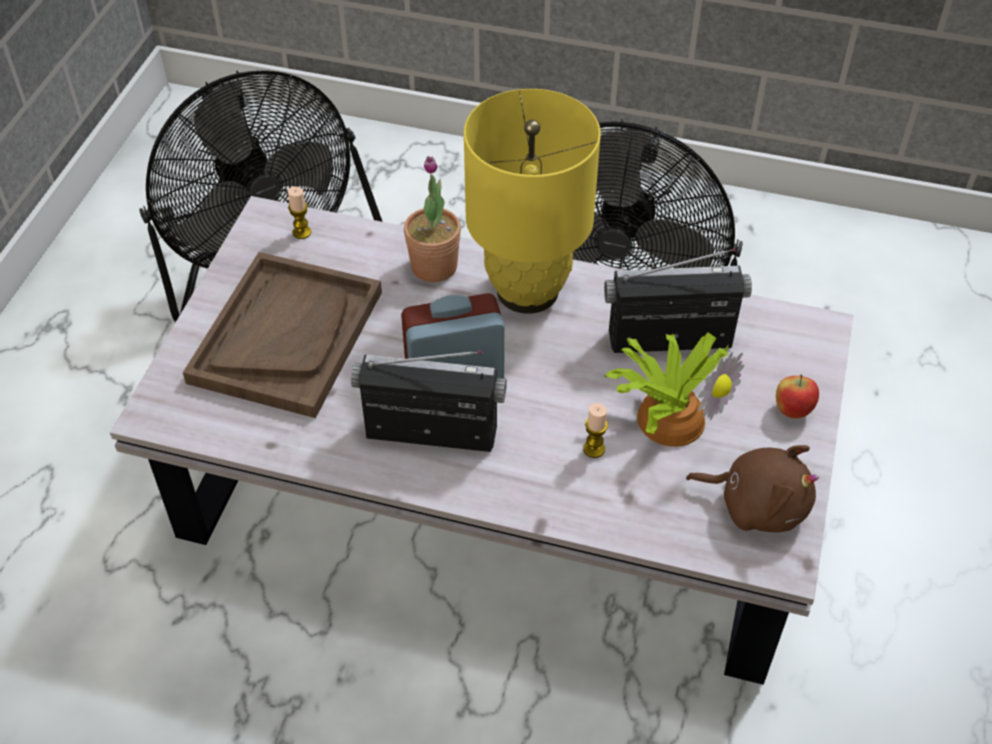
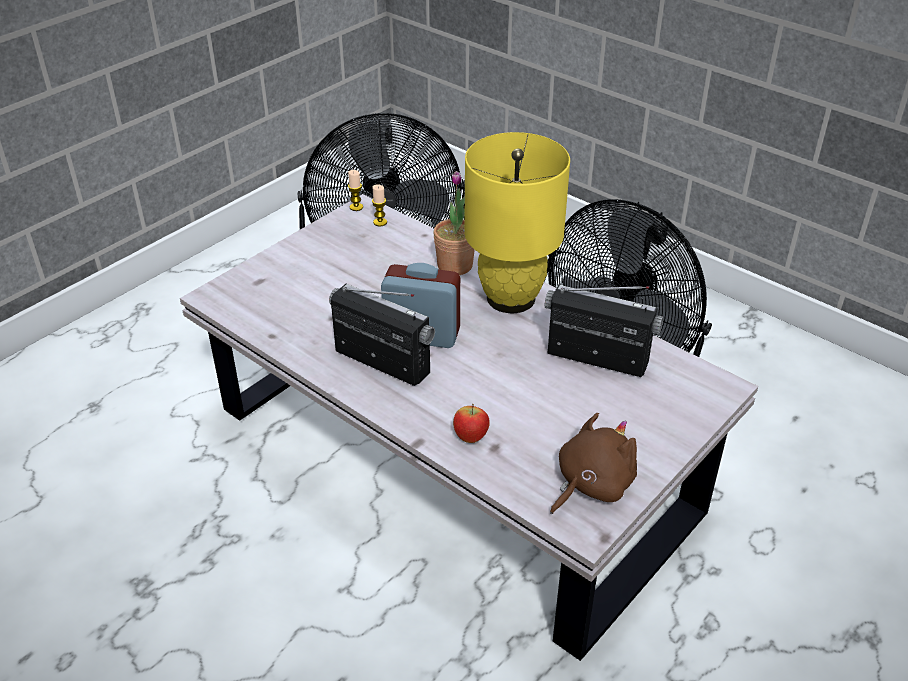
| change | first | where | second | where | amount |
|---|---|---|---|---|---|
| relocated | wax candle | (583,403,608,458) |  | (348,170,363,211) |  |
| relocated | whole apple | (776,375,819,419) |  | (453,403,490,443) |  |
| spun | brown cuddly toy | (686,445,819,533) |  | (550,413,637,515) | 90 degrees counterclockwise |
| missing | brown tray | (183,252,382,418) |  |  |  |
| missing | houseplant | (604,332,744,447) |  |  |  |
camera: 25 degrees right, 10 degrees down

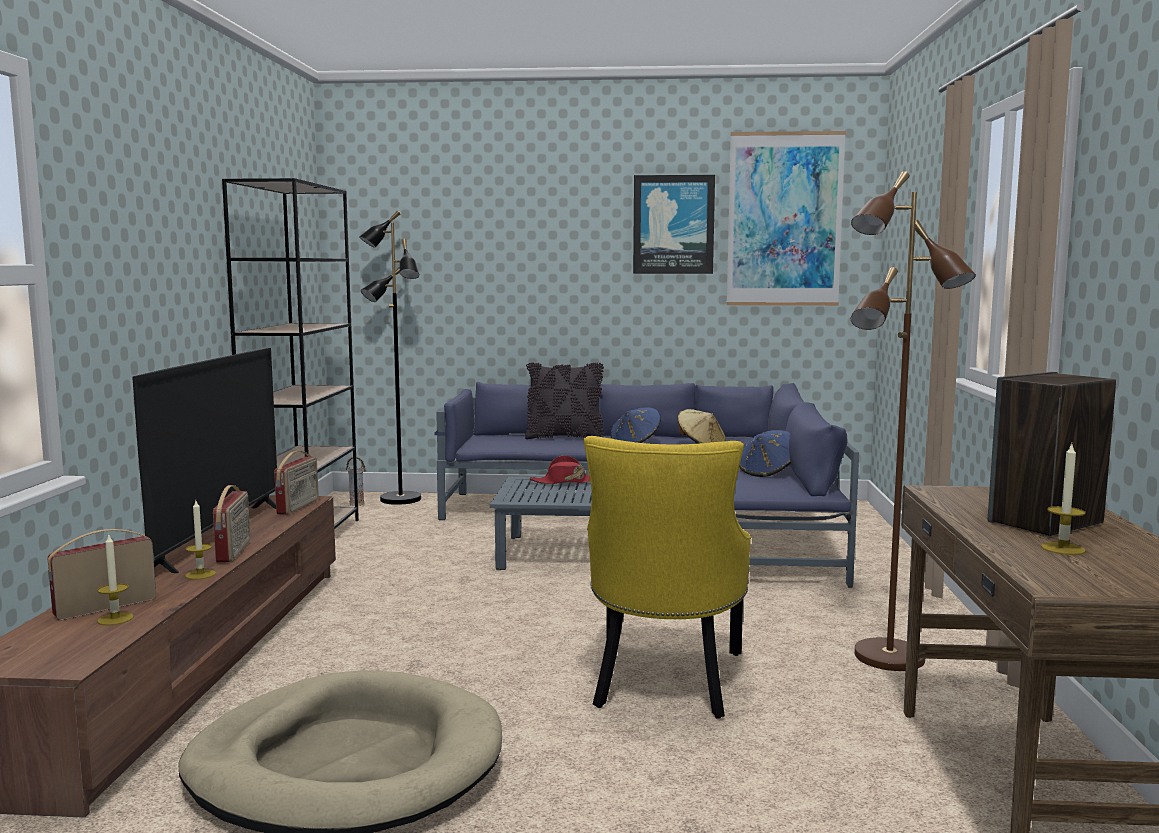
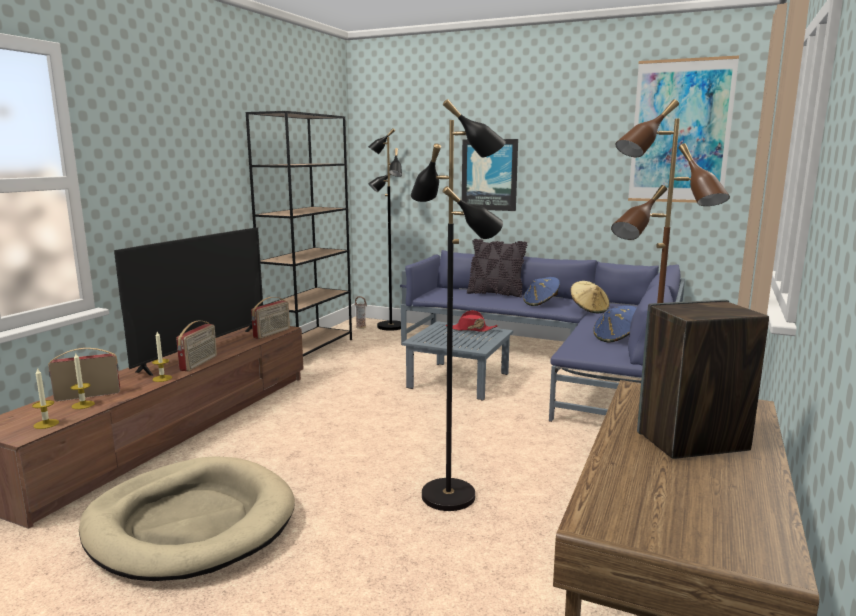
| change | first | where | second | where | amount |
|---|---|---|---|---|---|
| relocated | wax candle | (1041,444,1086,555) |  | (32,367,59,429) |  |
| exchanged | yellow armchair | (584,436,751,719) | black standing lamp | (411,99,506,511) |  |
| relocated | wall art | (633,175,715,274) |  | (462,139,518,211) |  |
camera: 20 degrees right, 5 degrees up

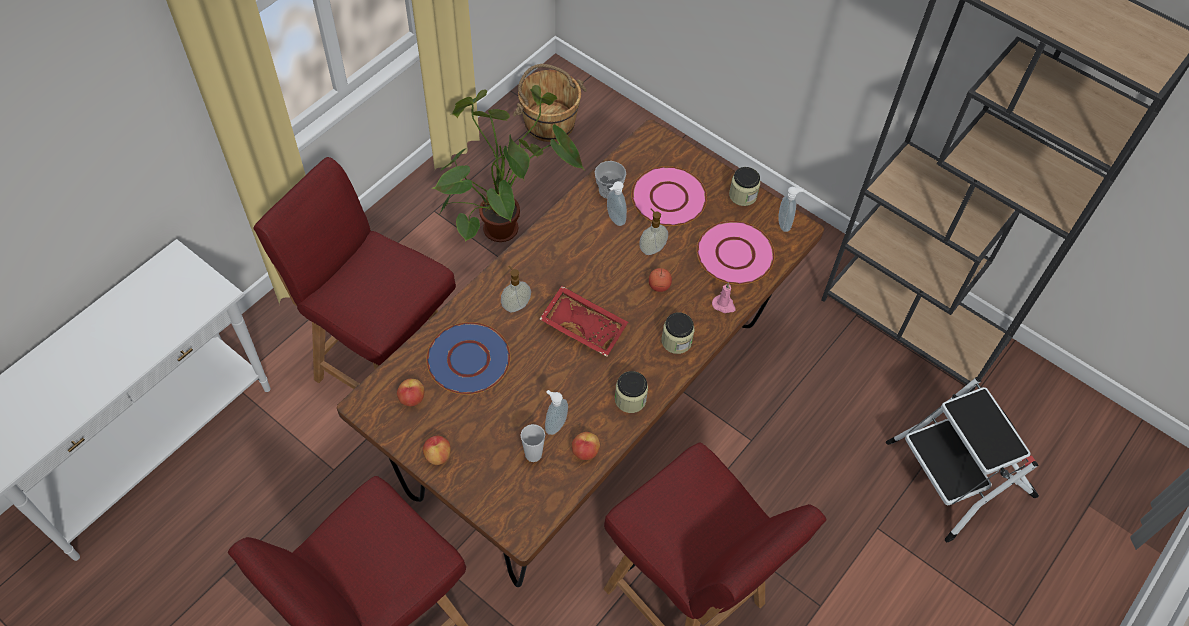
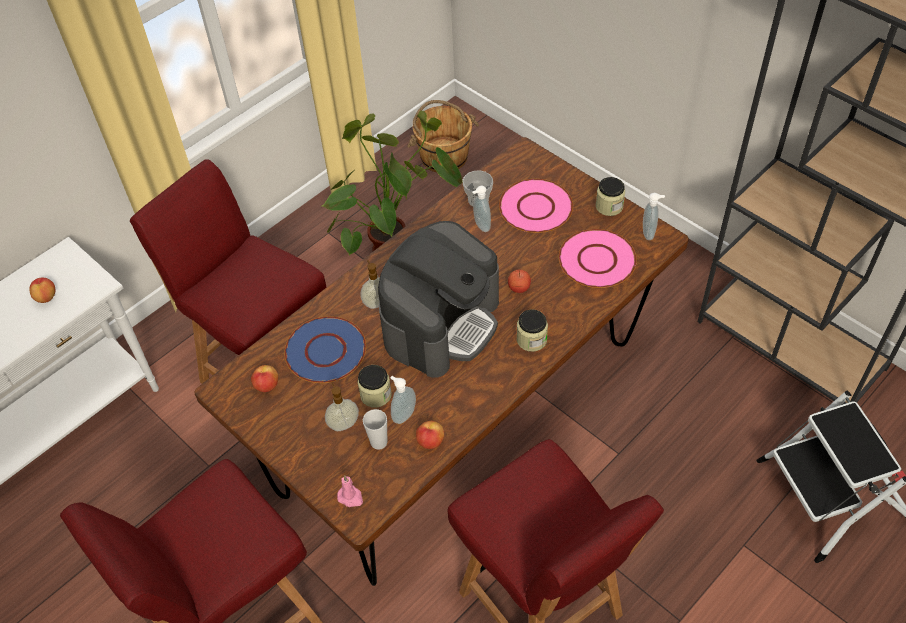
| change | first | where | second | where | amount |
|---|---|---|---|---|---|
| relocated | whole apple | (423,436,451,465) |  | (29,278,55,303) |  |
| relocated | soap dispenser | (639,208,668,255) |  | (325,382,359,431) |  |
| relocated | pinkish wax candle | (712,283,736,313) |  | (337,475,363,507) |  |
| relocated | preserve jar | (615,371,648,413) |  | (357,365,392,408) |  |
| exchanged | red tray | (540,286,628,357) | coffee maker | (378,221,499,378) |  |
camera: 10 degrees right, 5 degrees down

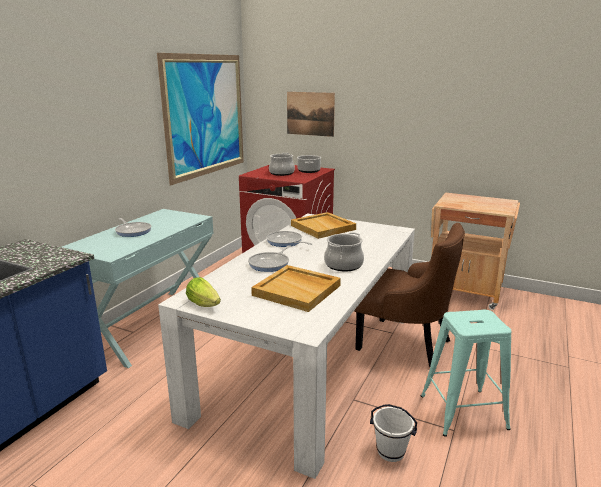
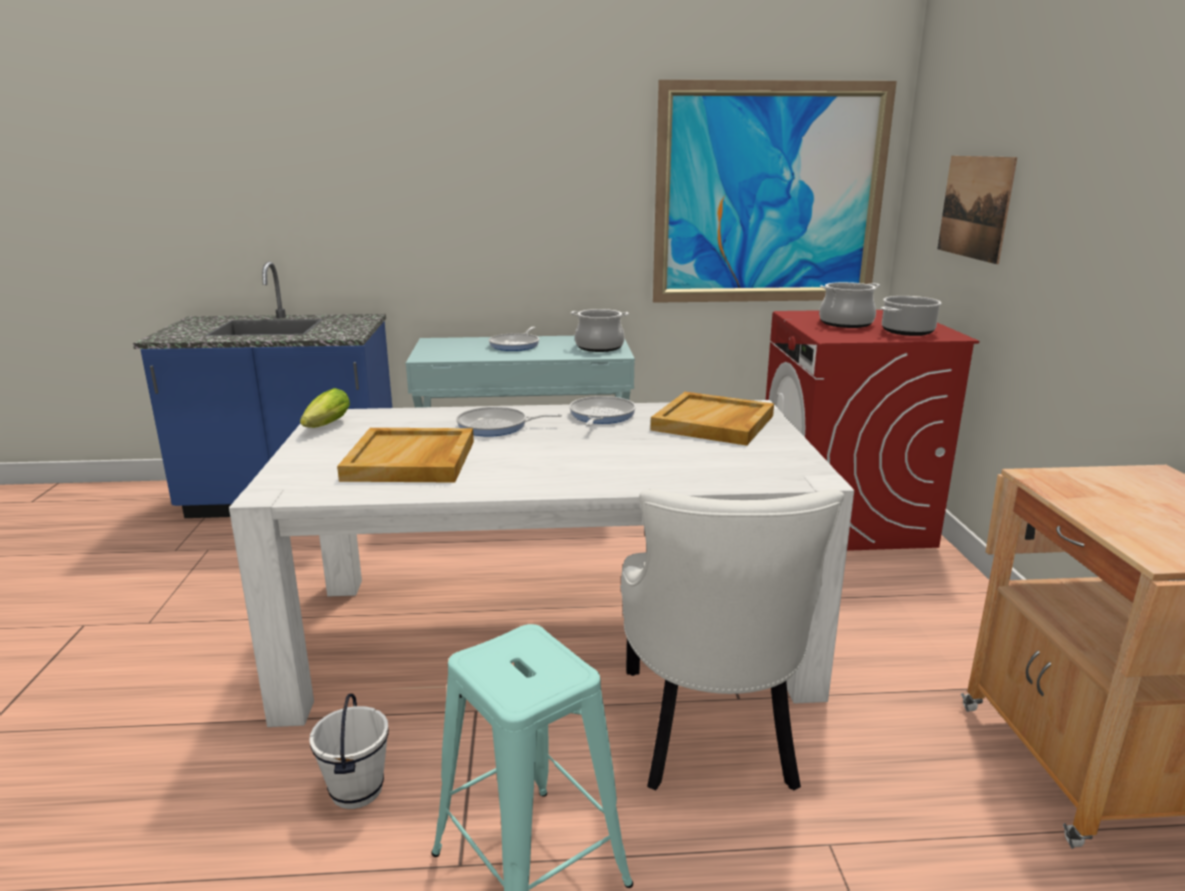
| change | first | where | second | where | amount |
|---|---|---|---|---|---|
| relocated | cooking pot | (324,232,364,271) |  | (571,309,629,352) |  |
| colour | brown chair | (354,223,465,367) | whitish chair | (620,489,844,791) |  |
camera: 60 degrees right, 0 degrees up

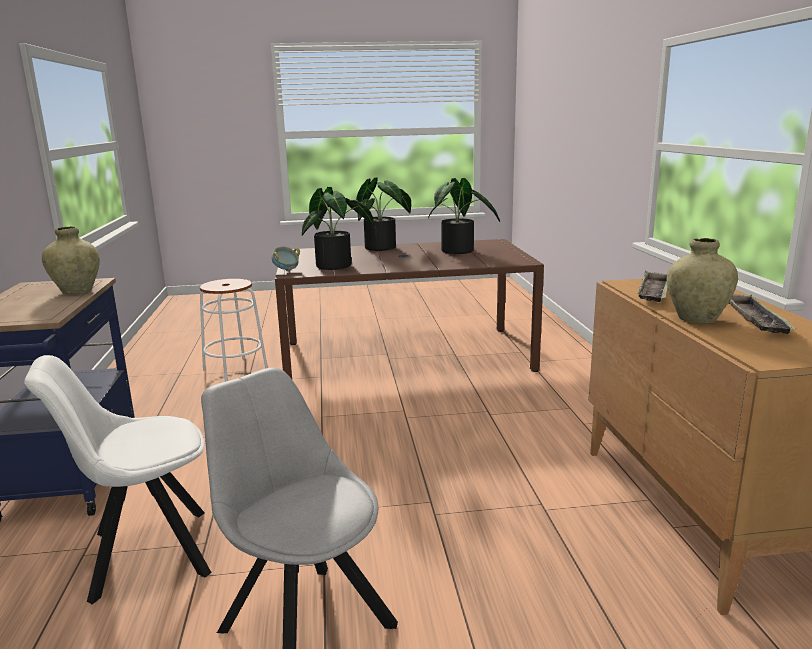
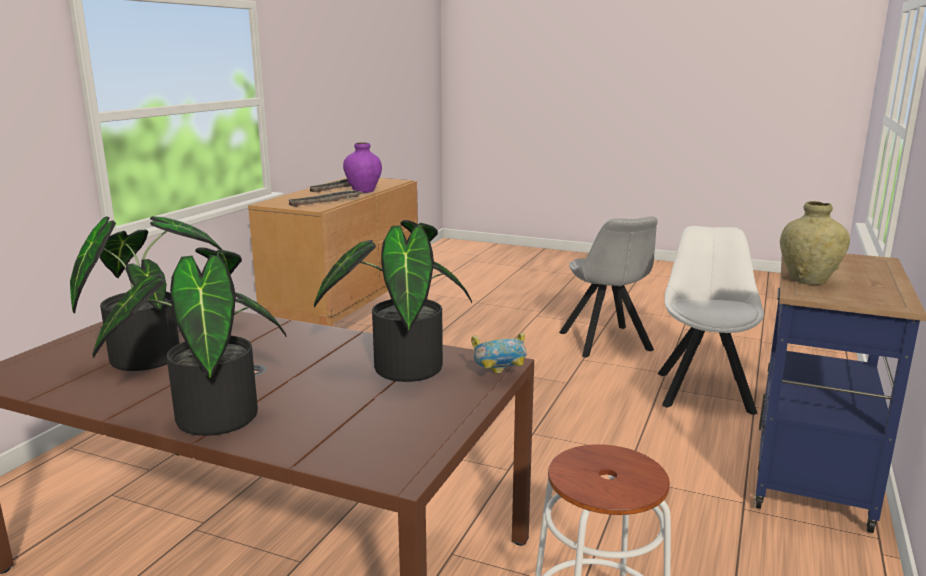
| change | first | where | second | where | amount |
|---|---|---|---|---|---|
| colour | sand-coloured decorative vase | (667,238,738,324) | purplish decorative vase | (343,142,382,193) |  |
| spun | whitish chair | (24,355,212,604) |  | (657,226,764,415) | 90 degrees counterclockwise |
camera: 150 degrees left, 0 degrees up

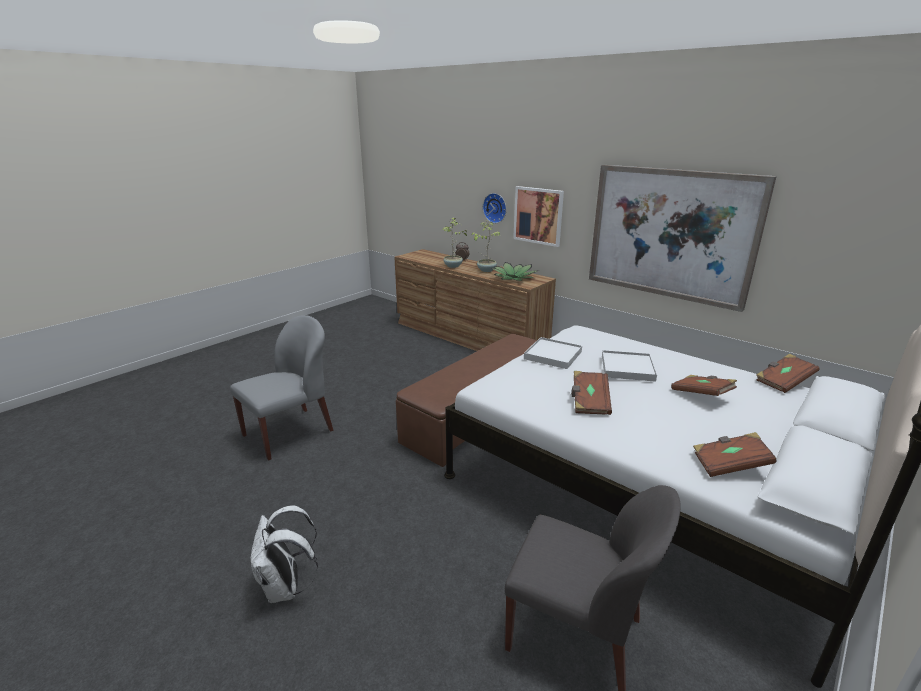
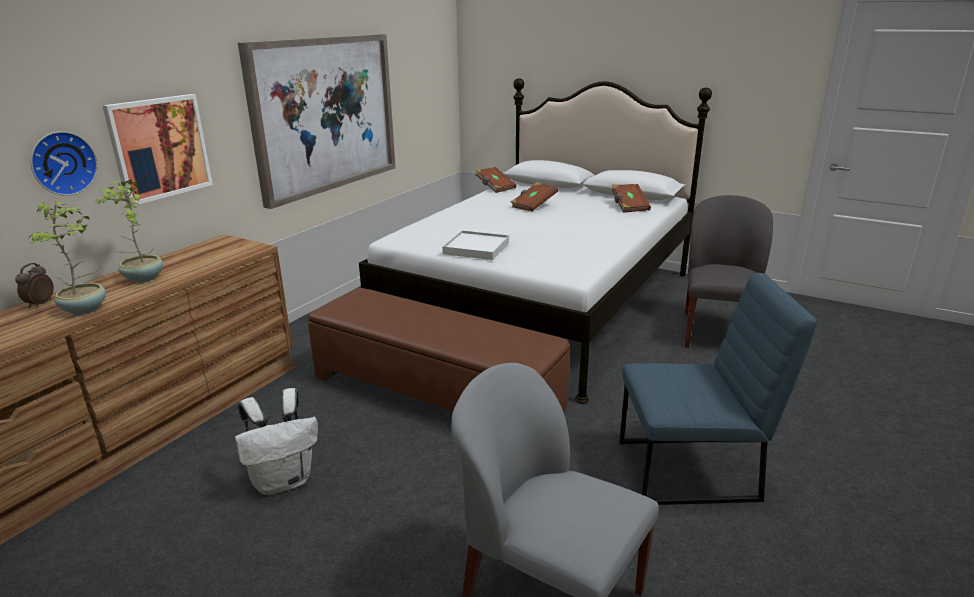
| change | first | where | second | where | amount |
|---|---|---|---|---|---|
| relocated | whitish knapsack | (251,505,318,603) |  | (235,388,318,495) |  |
| appeared |  |  | bluish chair | (619,273,817,505) |  |
| missing | houseplant | (492,262,537,281) |  |  |  |
| missing | brown bound book | (571,371,612,415) |  |  |  |
| missing | whitish tray | (602,350,657,382) |  |  |  |
camera: 100 degrees left, 0 degrees up

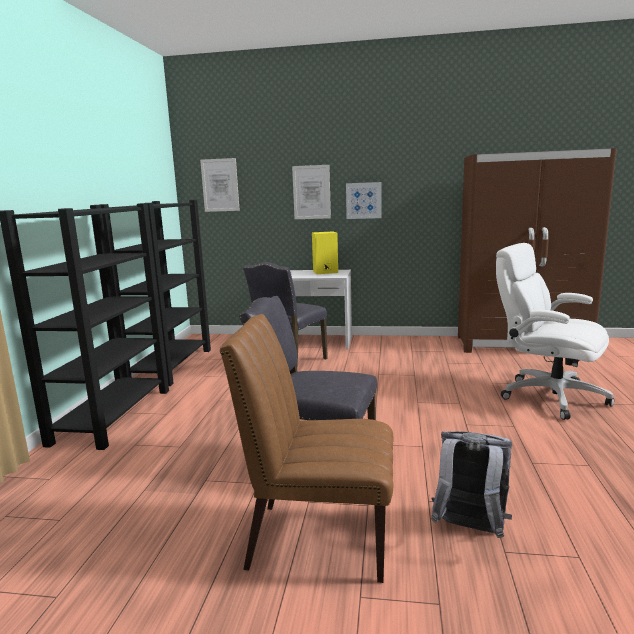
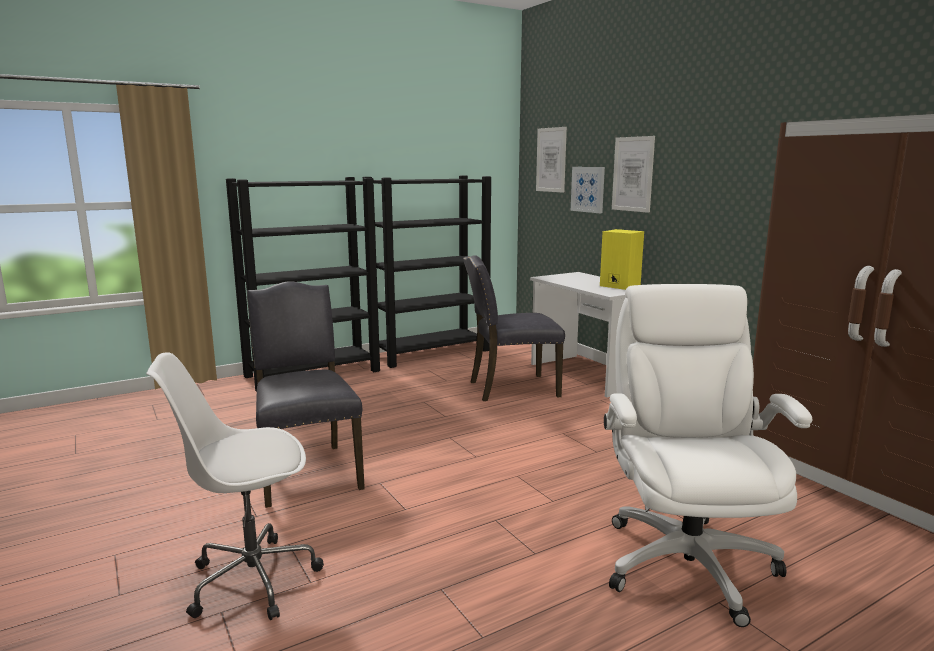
| change | first | where | second | where | amount |
|---|---|---|---|---|---|
| exchanged | grey knapsack | (431,431,512,538) | whitish office chair | (146,352,324,620) |  |
| relocated | wall art | (346,182,382,219) |  | (571,167,605,213) |  |
| missing | brown chair | (220,314,394,583) |  |  |  |
camera: 50 degrees right, 0 degrees up

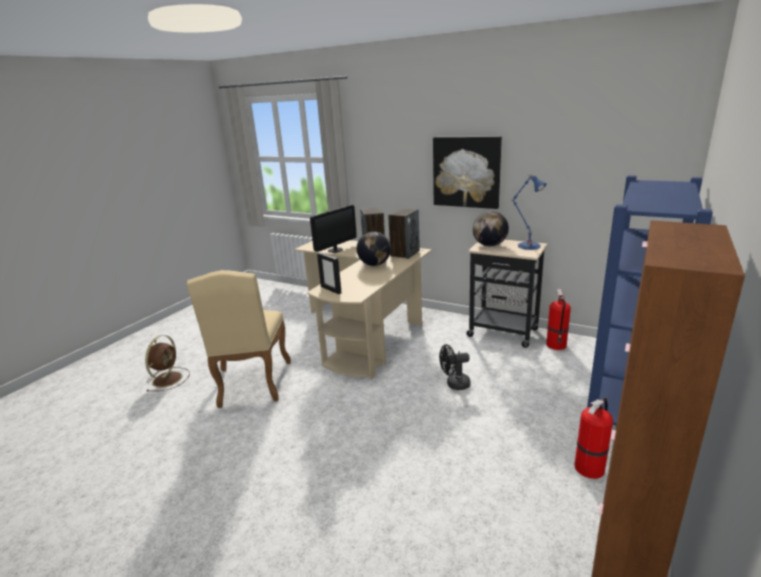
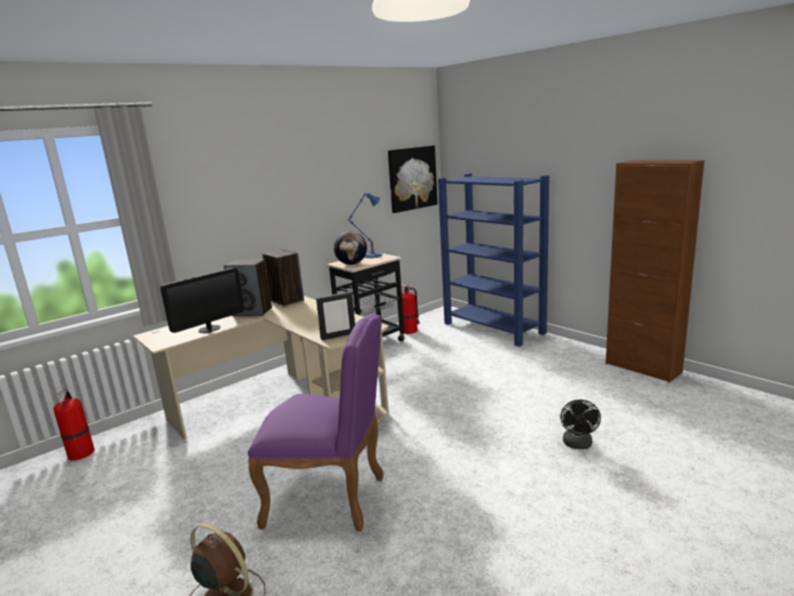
| change | first | where | second | where | amount |
|---|---|---|---|---|---|
| relocated | extinguisher | (575,397,613,479) |  | (53,389,95,461) |  |
| spun | monitor | (310,205,357,253) |  | (160,268,244,333) | 75 degrees clockwise |
| colour | sand-coloured chair | (187,270,291,408) | purplish chair | (248,314,383,531) |  |
| relocated | wall art | (433,136,502,209) |  | (388,145,438,213) |  |
| relocated | black electric fan | (439,344,471,390) |  | (560,400,601,449) |  |
| missing | globe | (357,231,391,266) |  |  |  |
camera: 70 degrees left, 5 degrees down

